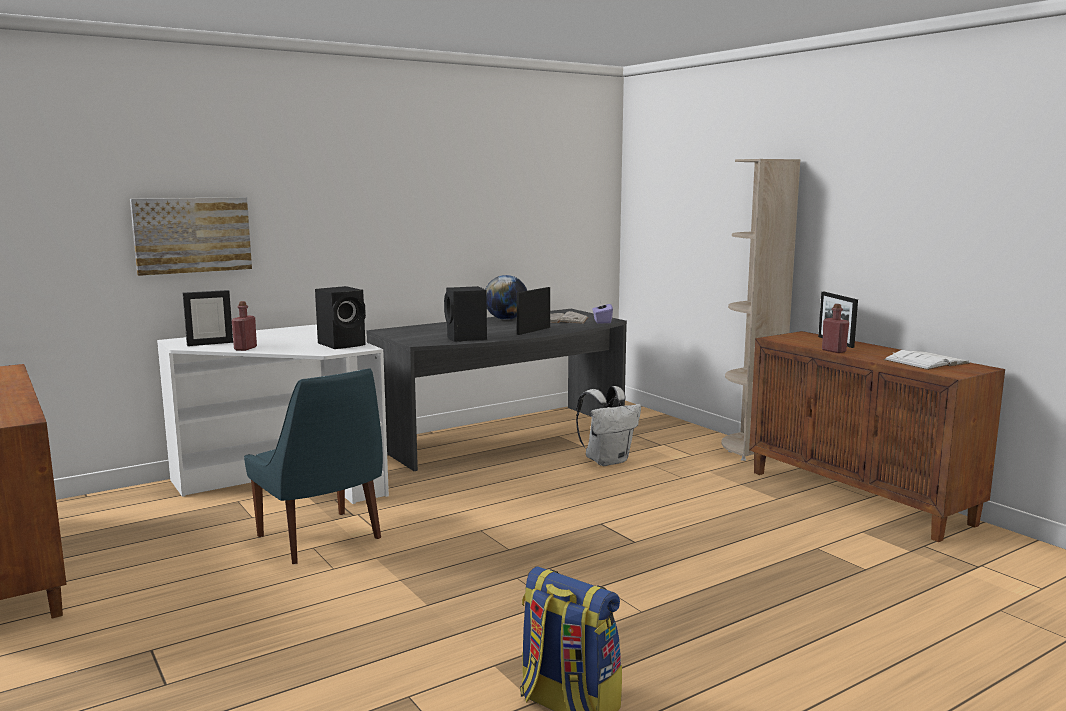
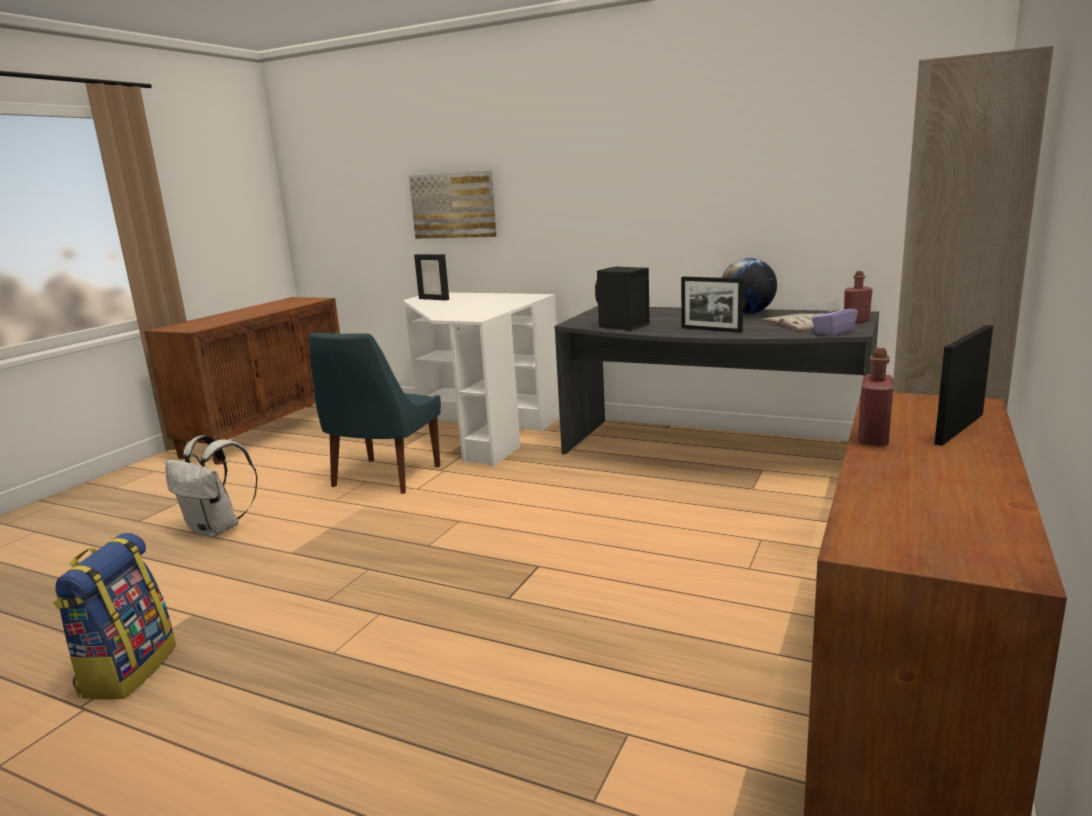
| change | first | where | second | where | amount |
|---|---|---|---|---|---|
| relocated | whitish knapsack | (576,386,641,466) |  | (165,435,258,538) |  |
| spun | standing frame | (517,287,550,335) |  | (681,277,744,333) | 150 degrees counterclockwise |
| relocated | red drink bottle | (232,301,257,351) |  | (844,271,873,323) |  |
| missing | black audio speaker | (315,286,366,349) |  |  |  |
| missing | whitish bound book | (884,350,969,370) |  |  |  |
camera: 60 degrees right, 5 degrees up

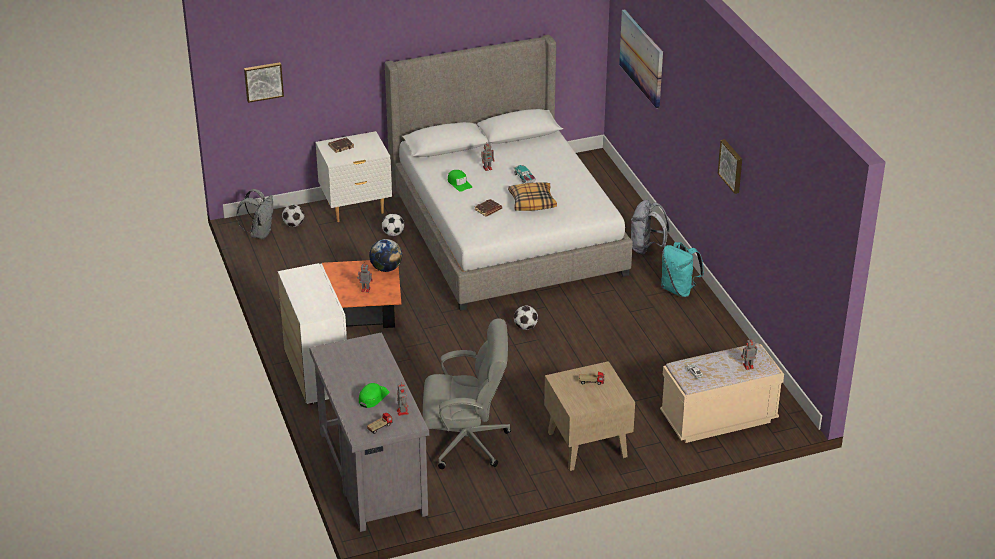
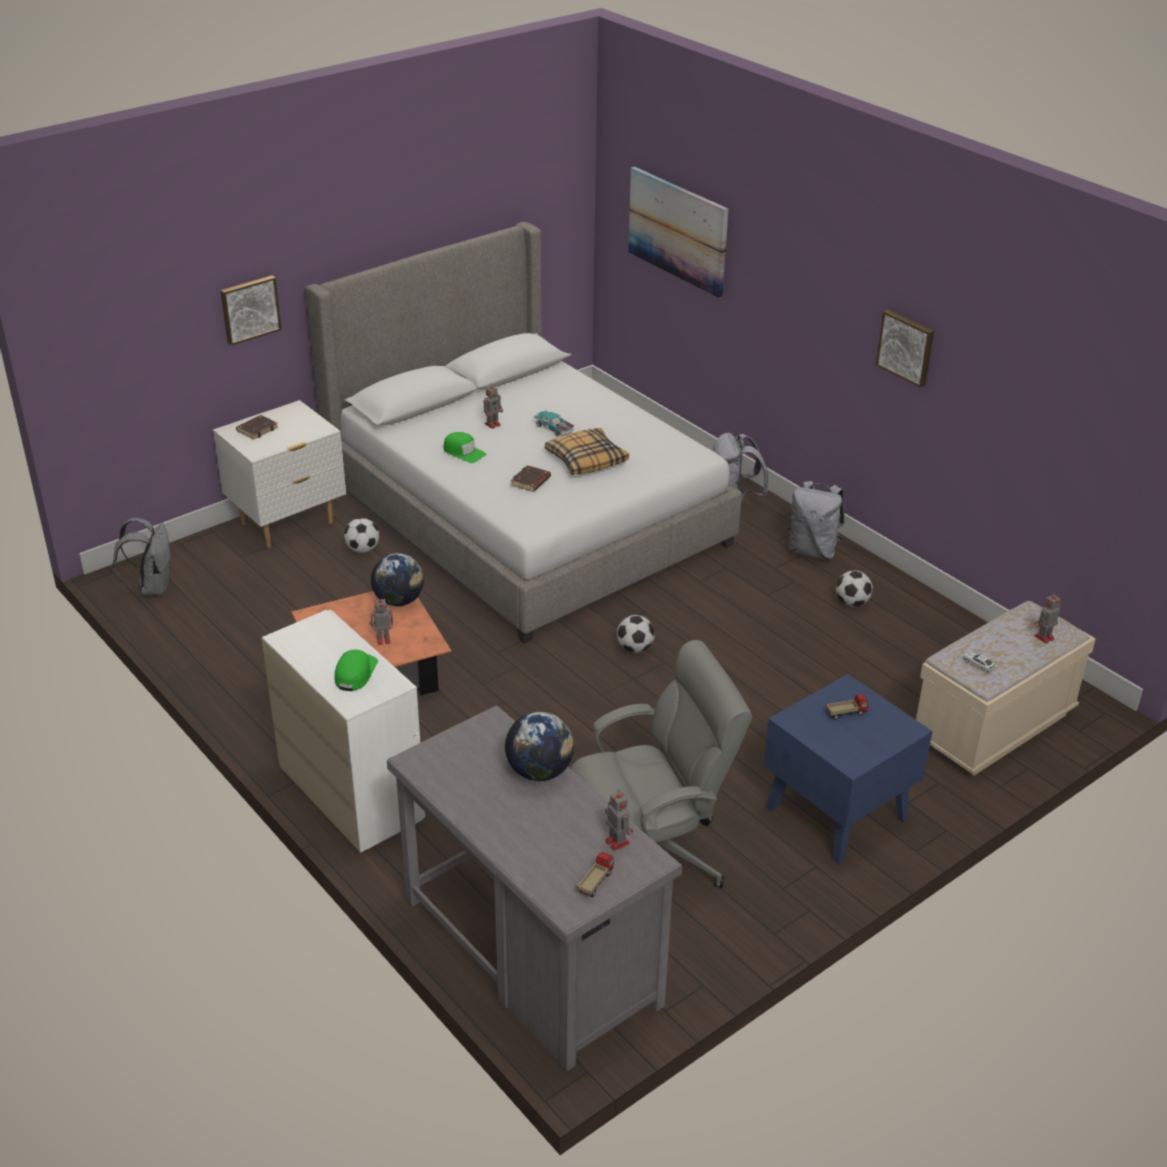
| change | first | where | second | where | amount |
|---|---|---|---|---|---|
| relocated | wall art | (244,62,284,103) |  | (220,275,282,346) |  |
| relocated | greenish baseball cap | (359,383,389,408) |  | (335,649,378,691) |  |
| appeared |  |  | globe | (505,712,574,781) |  |
| colour | sand-coloured bedside table | (544,361,635,471) | bluish bedside table | (764,674,933,865) |  |
| colour | blue-green knapsack | (661,242,704,297) | grey knapsack | (788,481,845,560) |  |
| relocated | ball for football | (282,205,304,227) |  | (836,570,873,607) |  |
camera: 20 degrees left, 0 degrees up

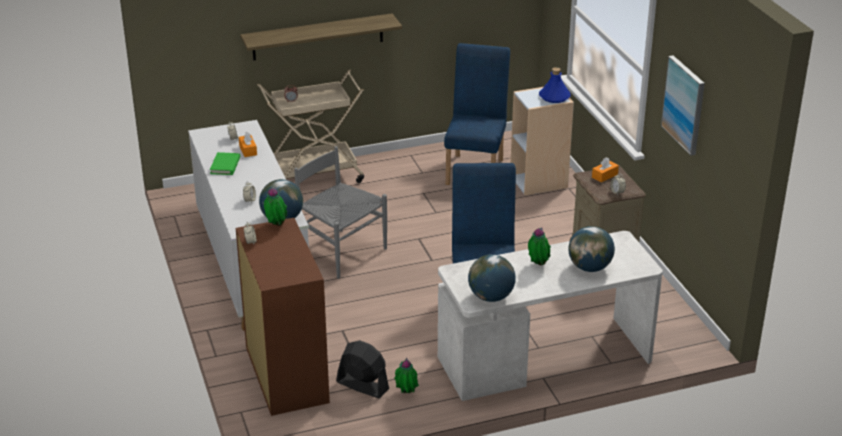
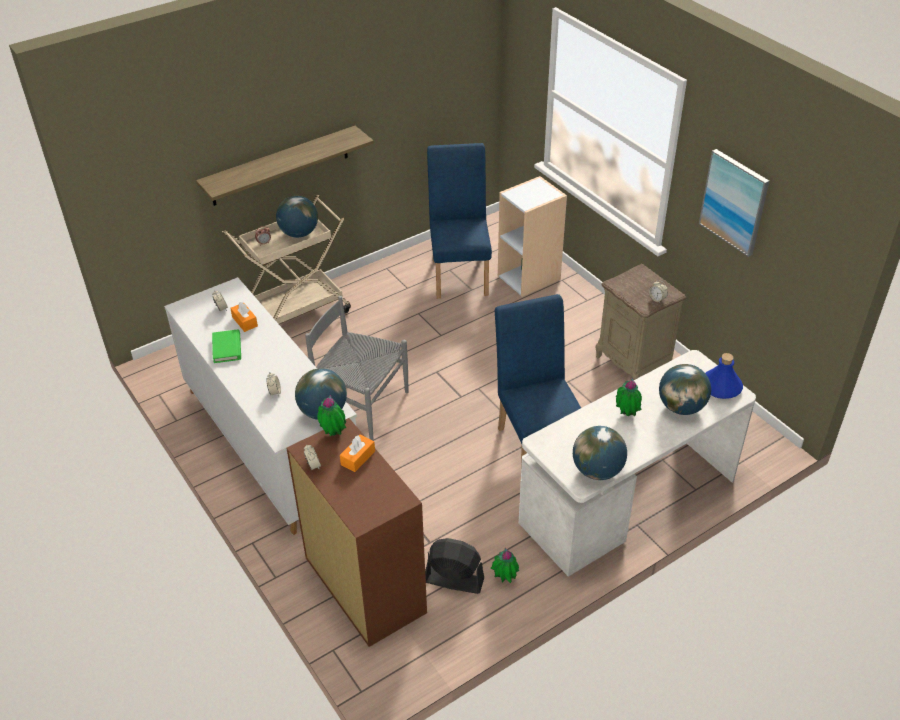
| change | first | where | second | where | amount |
|---|---|---|---|---|---|
| appeared |  |  | globe | (276,196,318,238) |  |
| relocated | orange box of tissues | (592,157,619,183) |  | (340,434,375,472) |  |
| relocated | bluish drink bottle | (539,67,571,103) |  | (705,353,743,399) |  |
camera: 15 degrees left, 10 degrees up

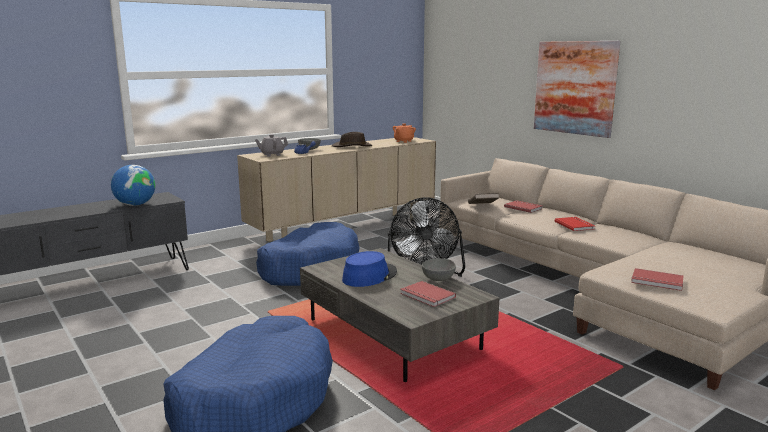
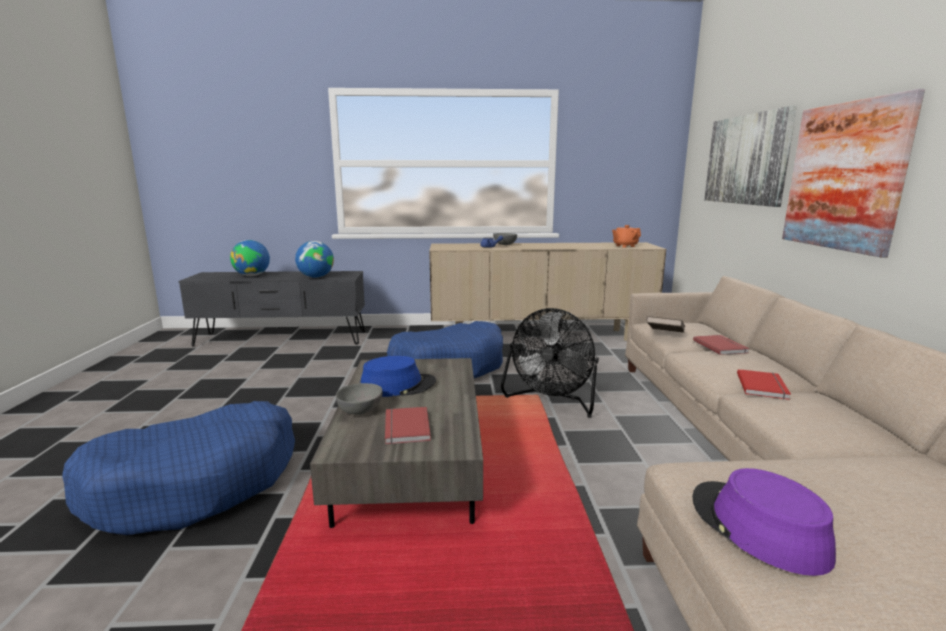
| change | first | where | second | where | amount |
|---|---|---|---|---|---|
| appeared |  |  | globe | (230,240,270,276) |  |
| relocated | grey serving bowl | (422,258,456,281) |  | (336,383,382,415) |  |
| exchanged | red bound book | (631,268,684,291) | purplish wearable hat | (692,468,836,576) |  |
| appeared |  |  | wall art | (704,106,797,207) |  |
| missing | grey pot for tea | (255,134,288,157) |  |  |  |
| missing | brown wearable hat | (332,132,372,147) |  |  |  |
camera: 35 degrees right, 0 degrees up

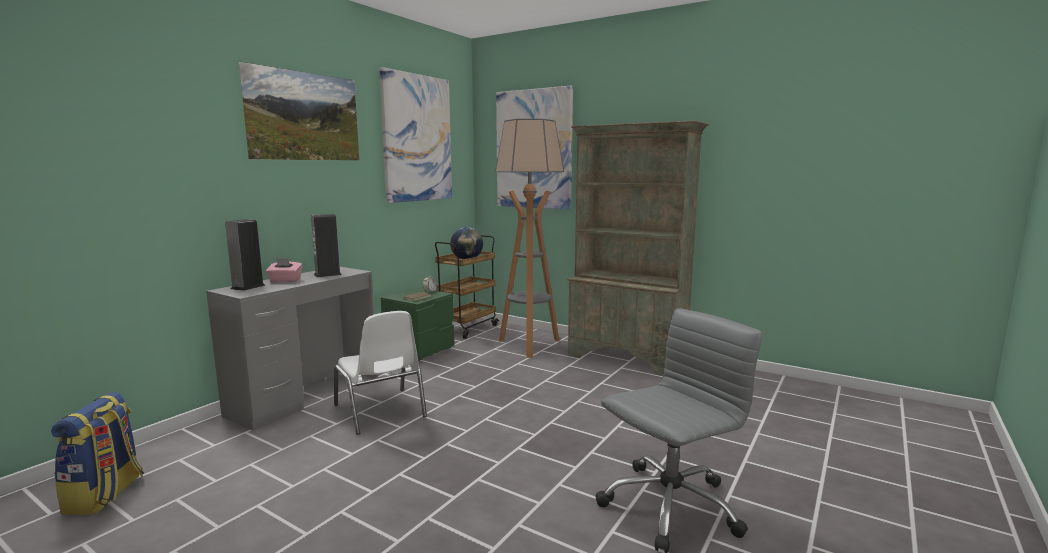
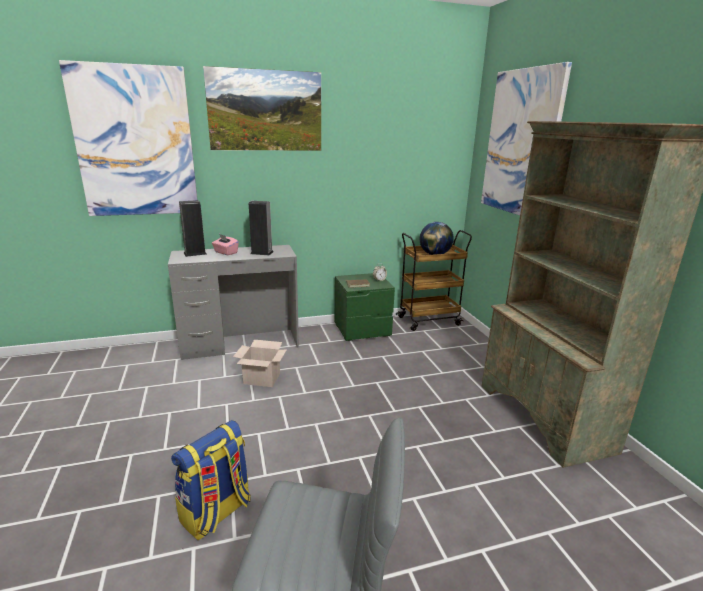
| change | first | where | second | where | amount |
|---|---|---|---|---|---|
| relocated | wall art | (379,67,452,203) |  | (59,60,197,216) |  |
| relocated | knapsack | (51,392,144,515) |  | (171,420,251,540) |  |
| exchanged | whitish chair | (334,311,427,435) | cardboard box | (233,340,287,387) |  |
| missing | standing lamp | (495,119,564,358) |  |  |  |
camera: 40 degrees right, 10 degrees up

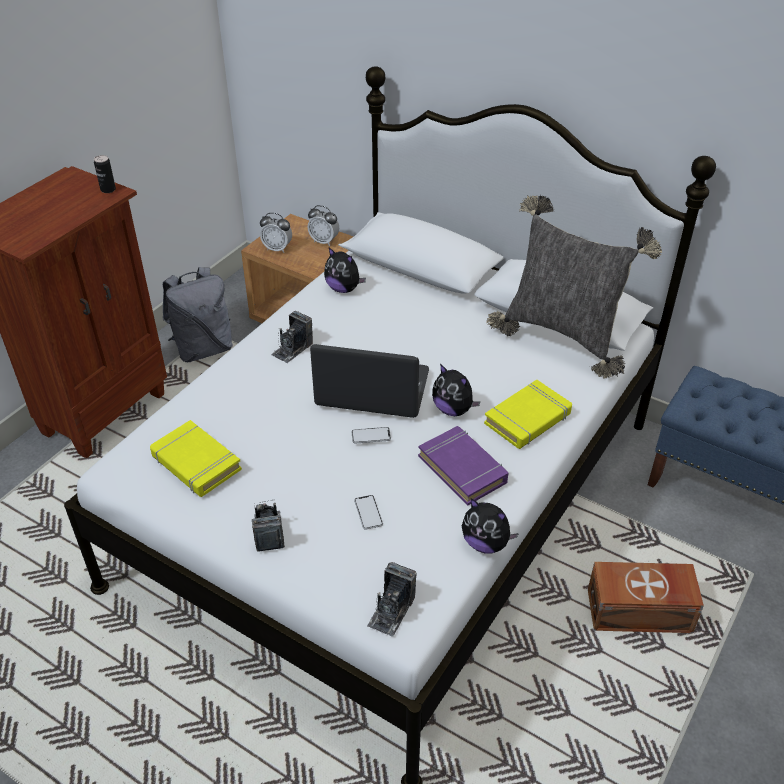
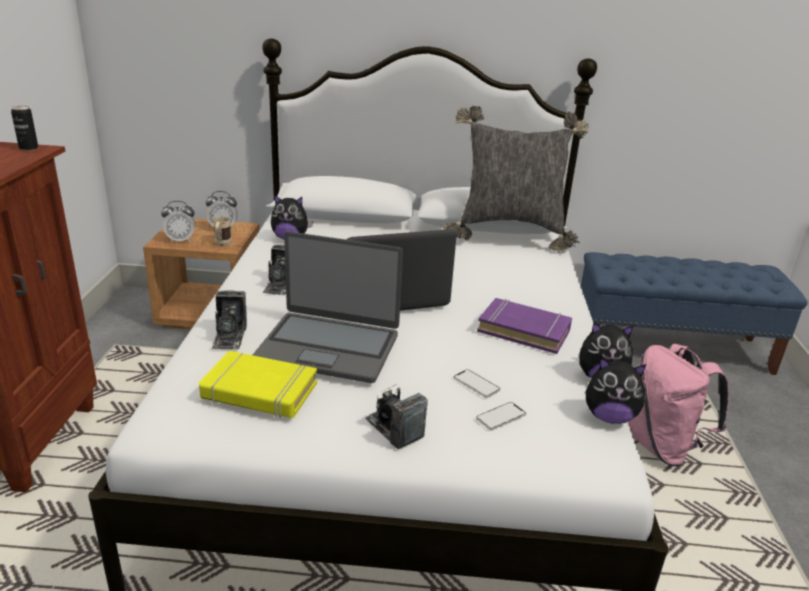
| change | first | where | second | where | amount |
|---|---|---|---|---|---|
| relocated | photo camera | (367,562,417,637) |  | (211,290,247,350) |  |
| appeared |  |  | sand-coloured mug | (213,217,232,246) |  |
| appeared |  |  | portable computer | (253,232,403,383) |  |
| relocated | handset | (351,427,391,443) |  | (476,402,526,430) |  |
| relocated | cuddly toy | (432,364,481,416) |  | (586,357,647,424) |  |
| exchanged | brown storage bin | (588,562,704,633) | pinkish knapsack | (628,344,729,466) |  |
| missing | grey knapsack | (163,267,233,362) |  |  |  |
| missing | yellow bound book | (484,380,572,449) |  |  |  |
camera: 30 degrees left, 15 degrees down

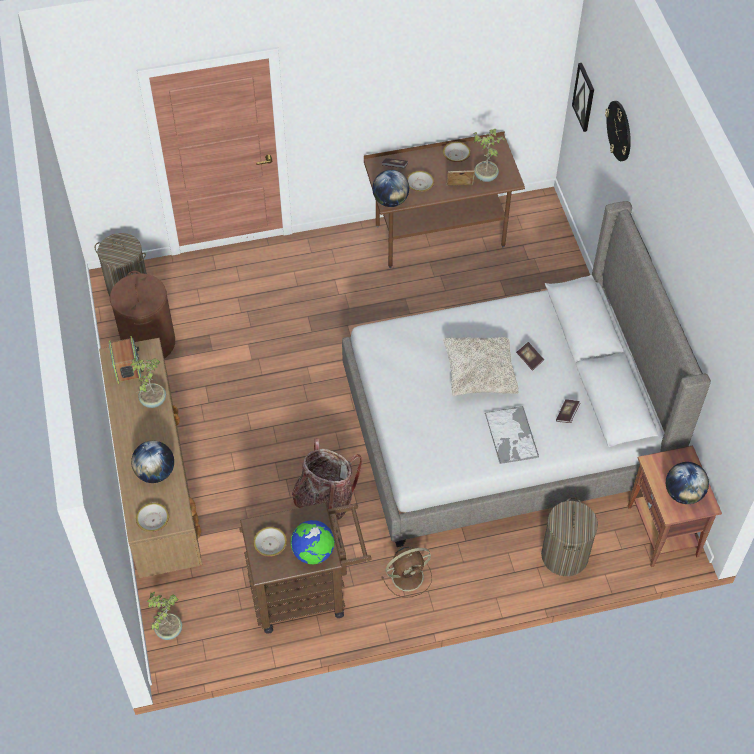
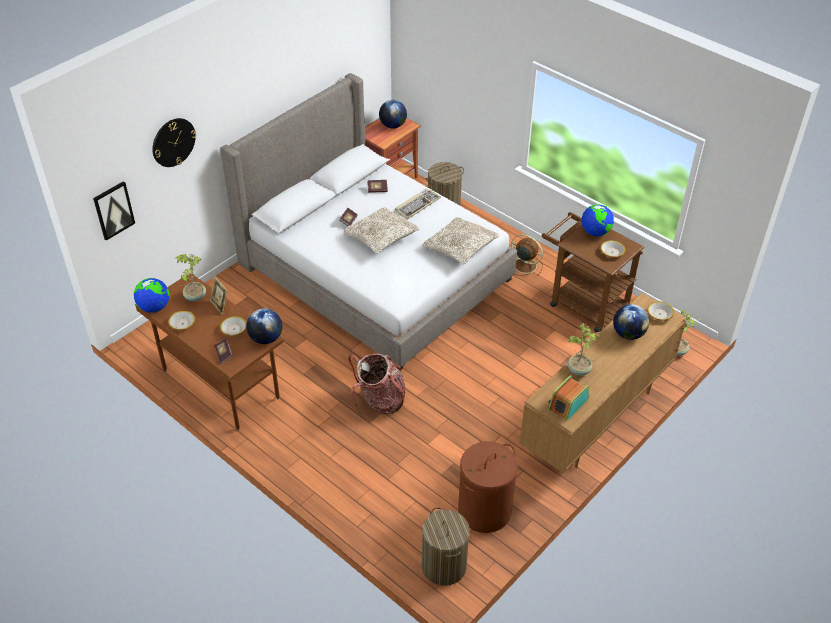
| change | first | where | second | where | amount |
|---|---|---|---|---|---|
| appeared |  |  | globe | (134,278,169,313) |  |
| relocated | knapsack | (292,438,362,520) |  | (348,354,405,414) |  |
| exchanged | tray | (485,406,539,464) | keyboard | (395,188,441,219) |  |
| appeared |  |  | sand-coloured cushion | (422,217,499,265) |  |
camera: 125 degrees left, 10 degrees down

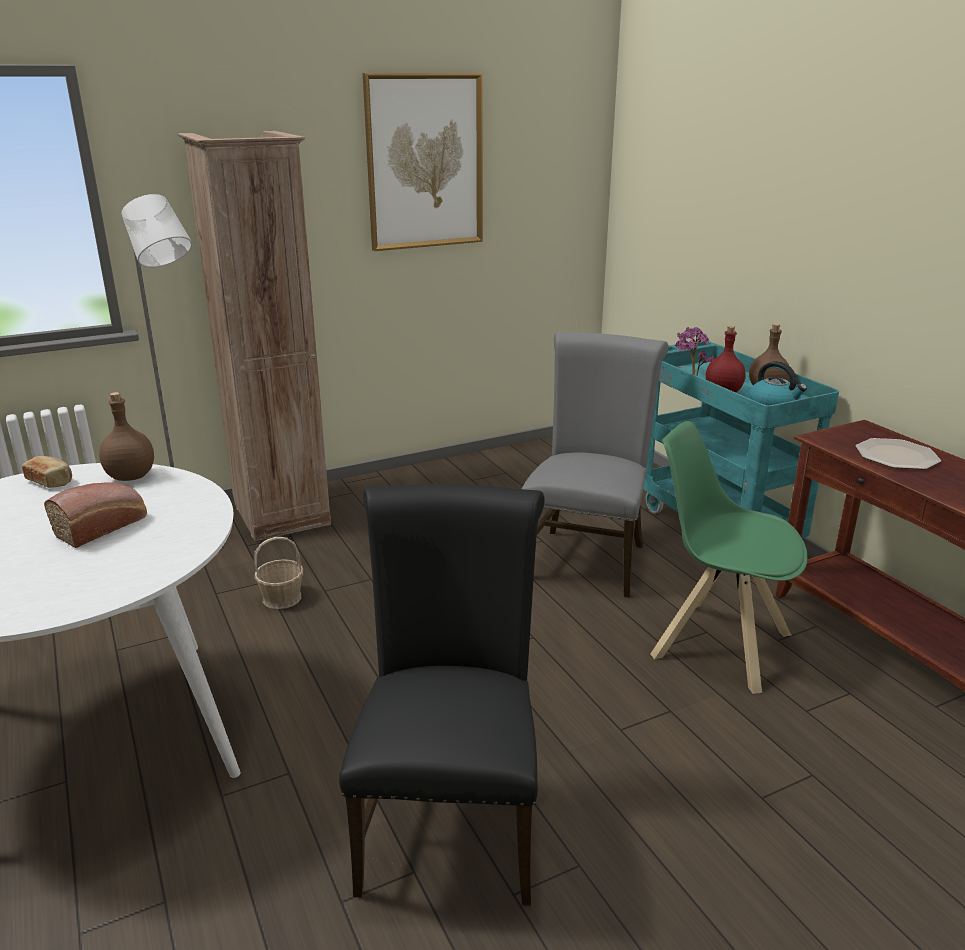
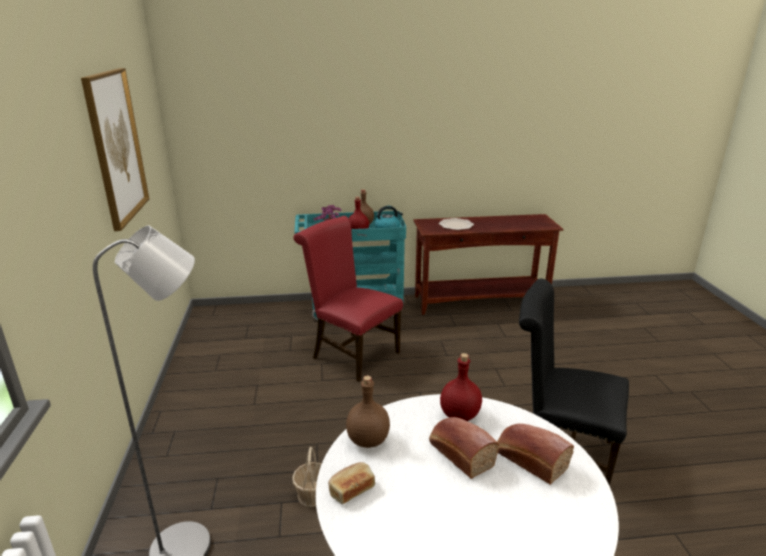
| change | first | where | second | where | amount |
|---|---|---|---|---|---|
| colour | grey chair | (522,332,669,598) | red chair | (293,216,403,382) |  |
| appeared |  |  | red drink bottle | (440,353,482,421) |  |
| appeared |  |  | bread | (497,423,574,485) |  |
| missing | brown storage cabinet | (177,131,331,541) |  |  |  |
| missing | greenish chair | (650,421,808,694) |  |  |  |
camera: 70 degrees left, 0 degrees up

